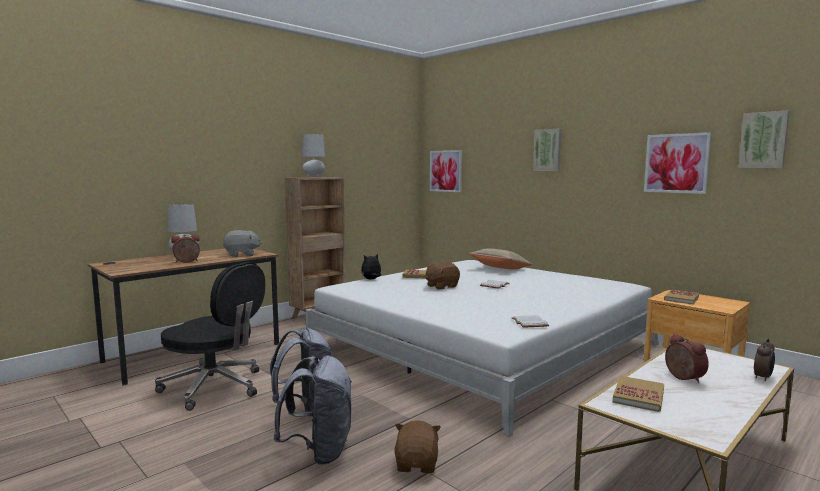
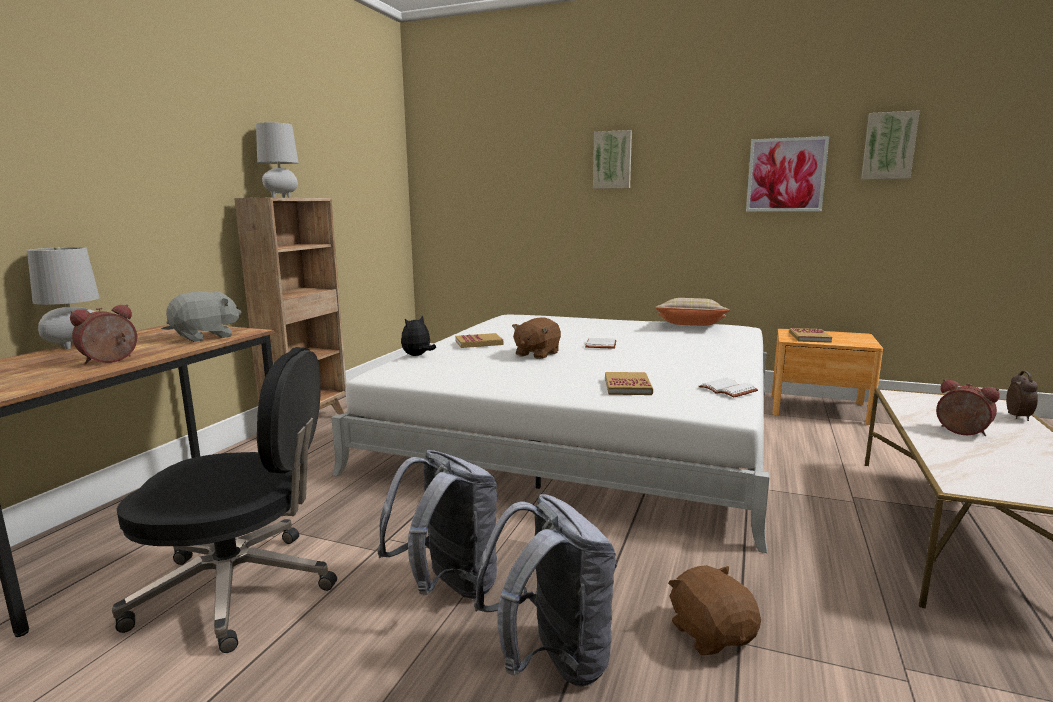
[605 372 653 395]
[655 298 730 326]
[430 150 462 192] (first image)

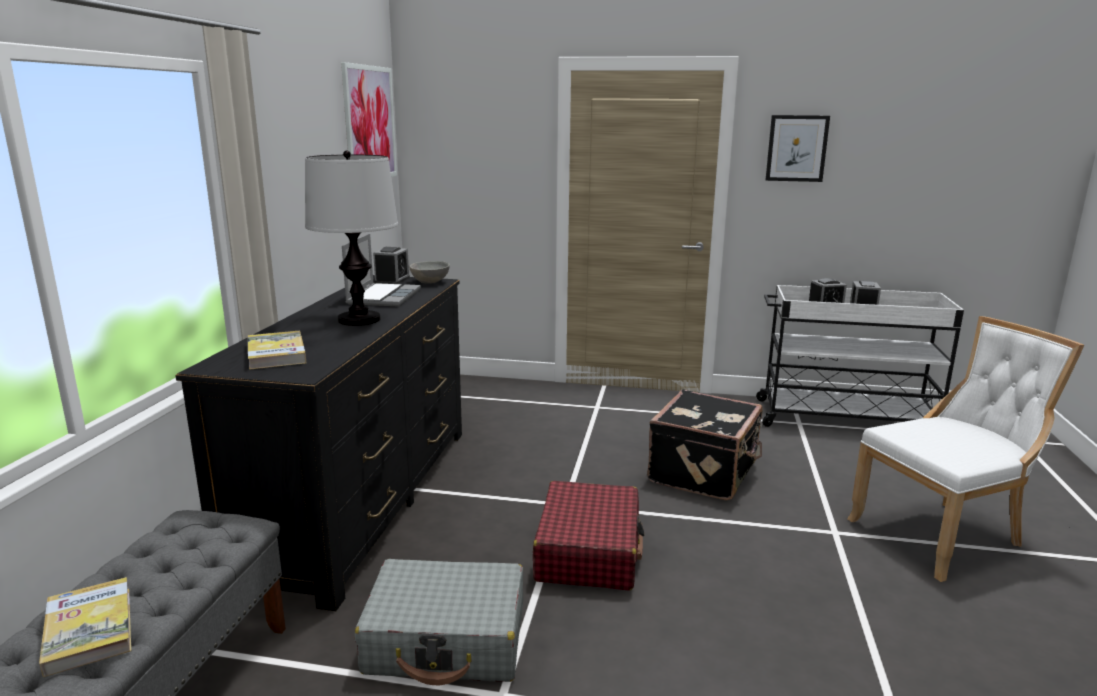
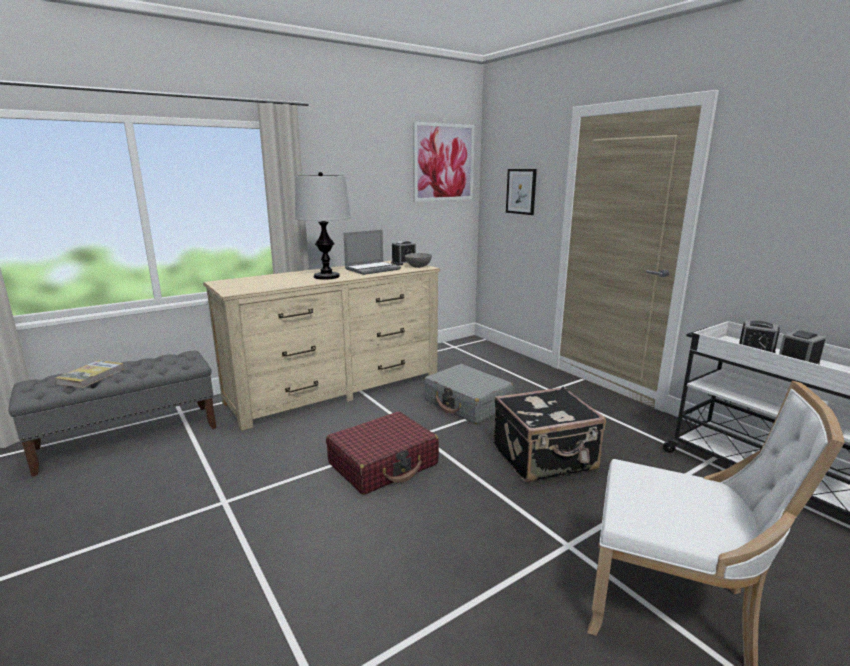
[203 260 440 431]
[424 364 513 424]
[506 169 537 215]
[248 331 306 370] (first image)

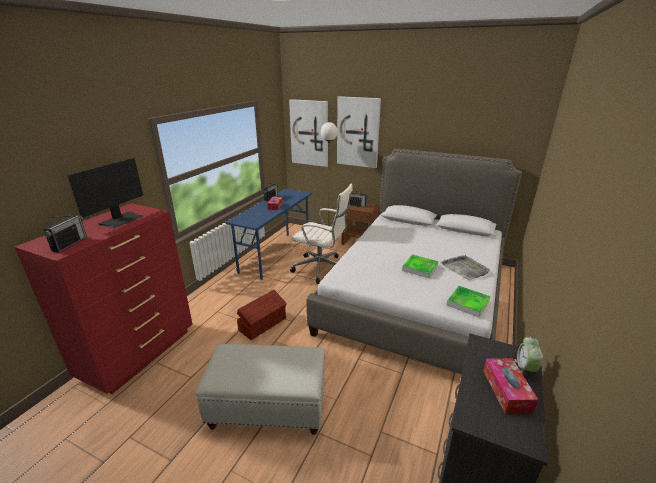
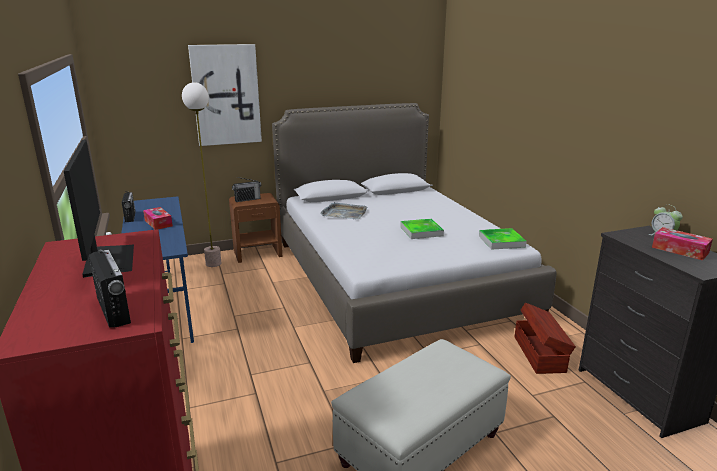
[320 202 368 219]
[515 302 576 374]
[289 99 328 167] (first image)
[290 184 353 284] (first image)

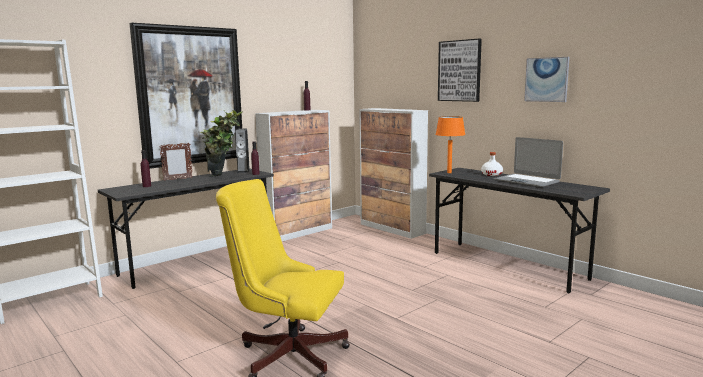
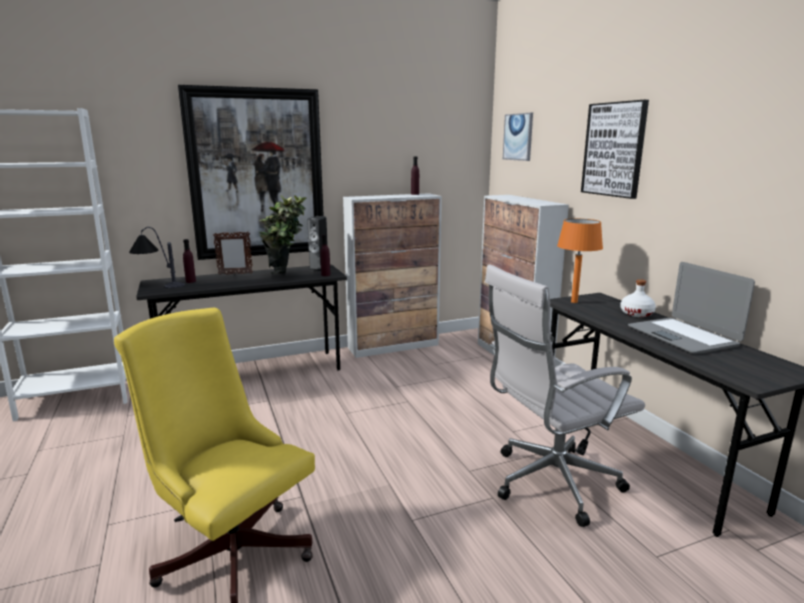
[129 227 185 288]
[485 265 645 527]
[503 113 533 161]

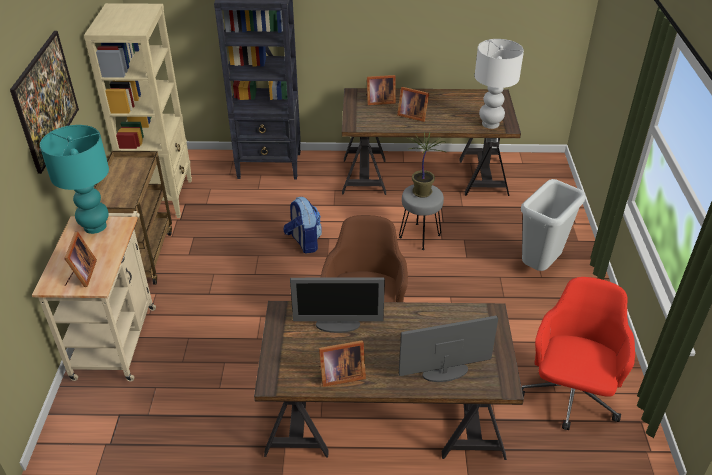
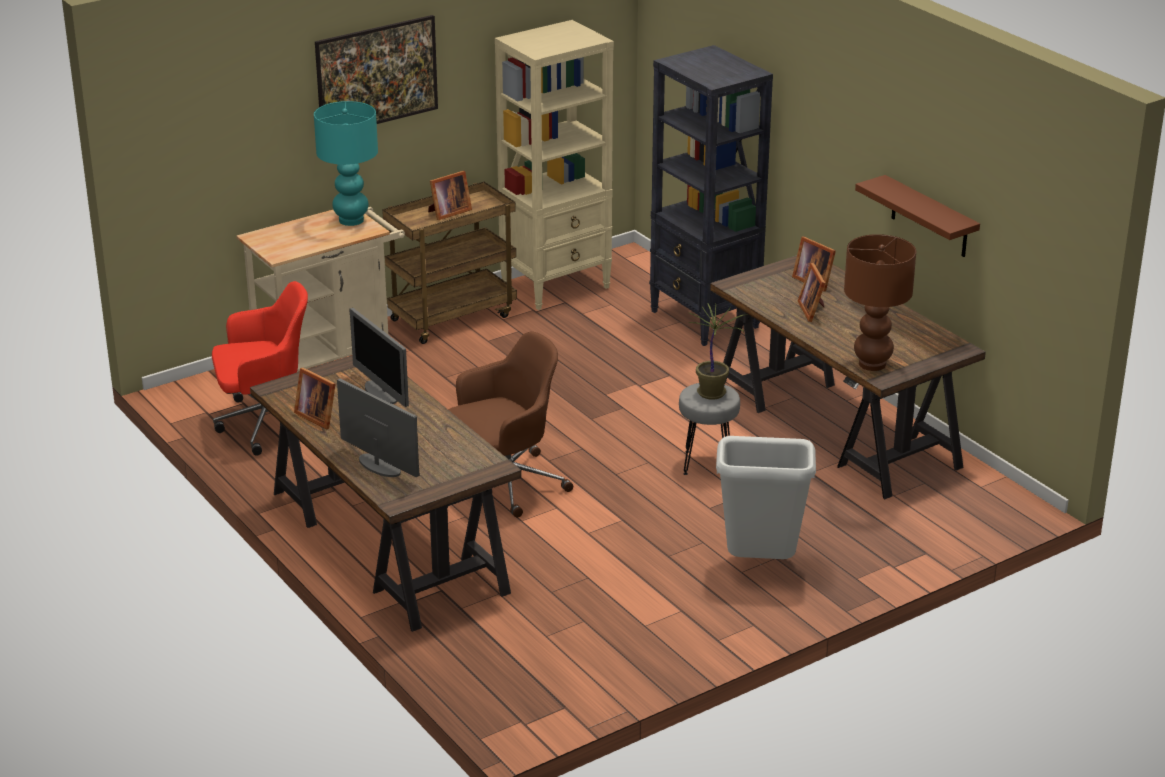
[212 281 308 456]
[428 171 472 220]
[844 234 916 371]
[855 175 980 257]
[283 197 322 253] (first image)

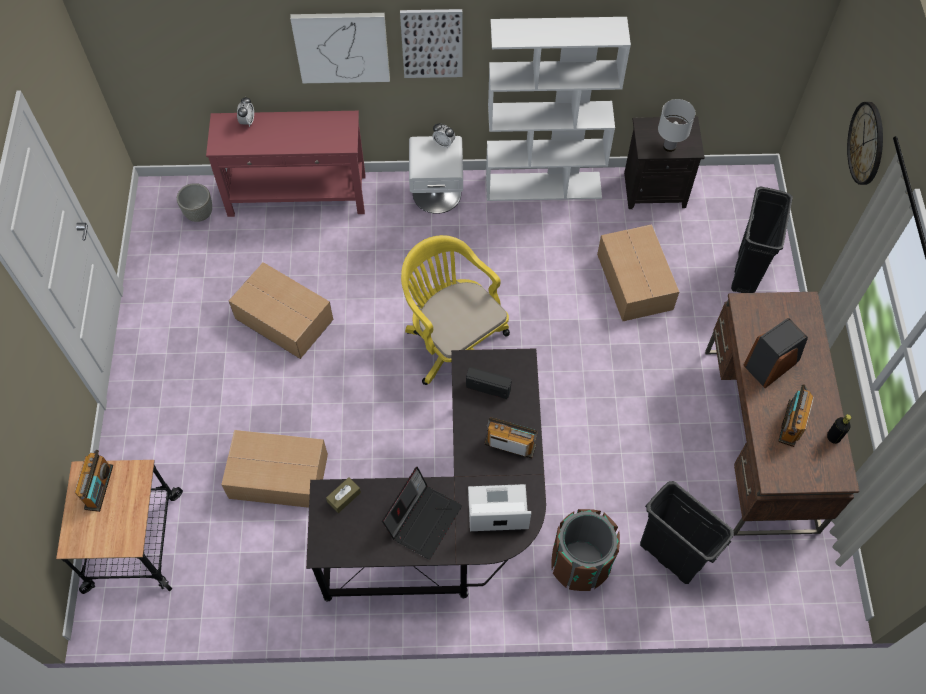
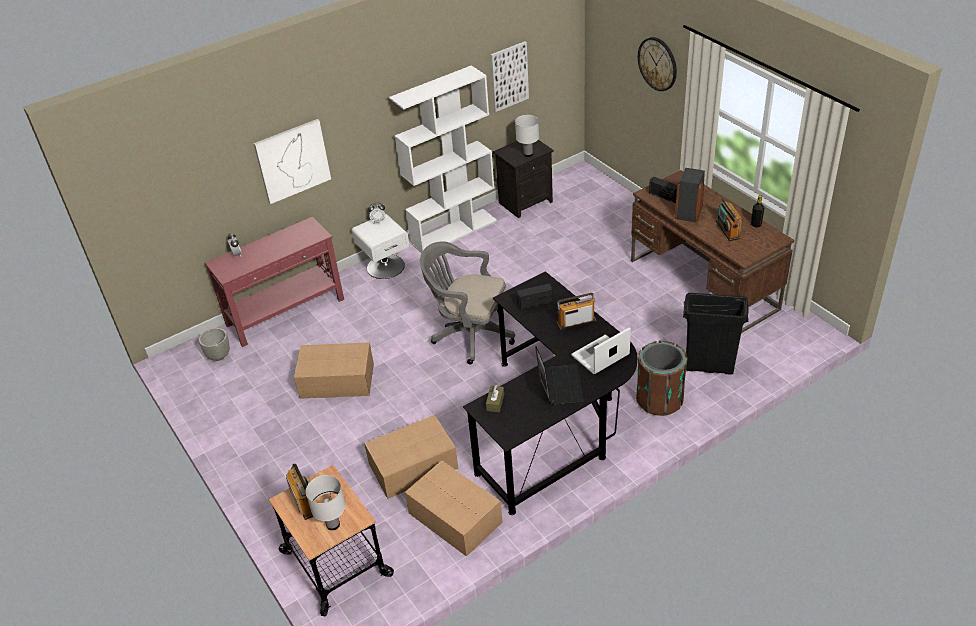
[306 475 346 530]
[405 460 503 557]
[420 241 515 365]
[491 41 529 112]
[649 177 677 203]
[731 187 793 293] (first image)

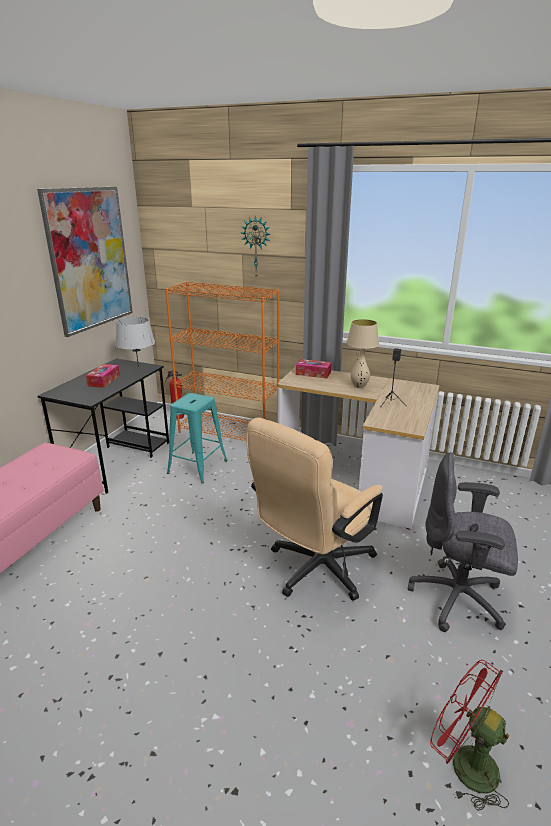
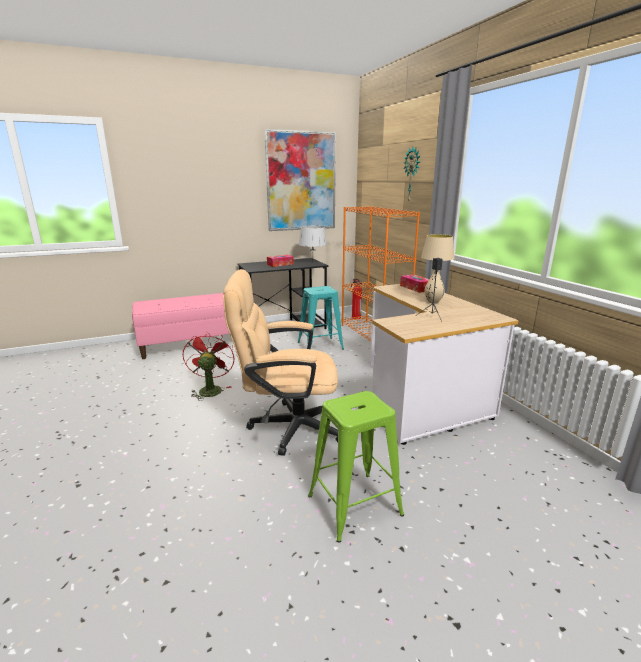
[183 331 235 401]
[308 391 404 542]

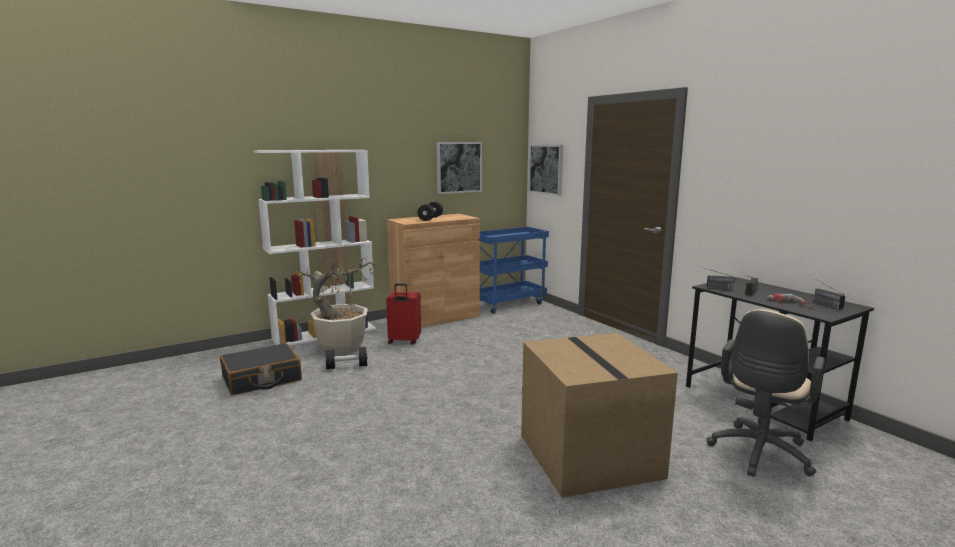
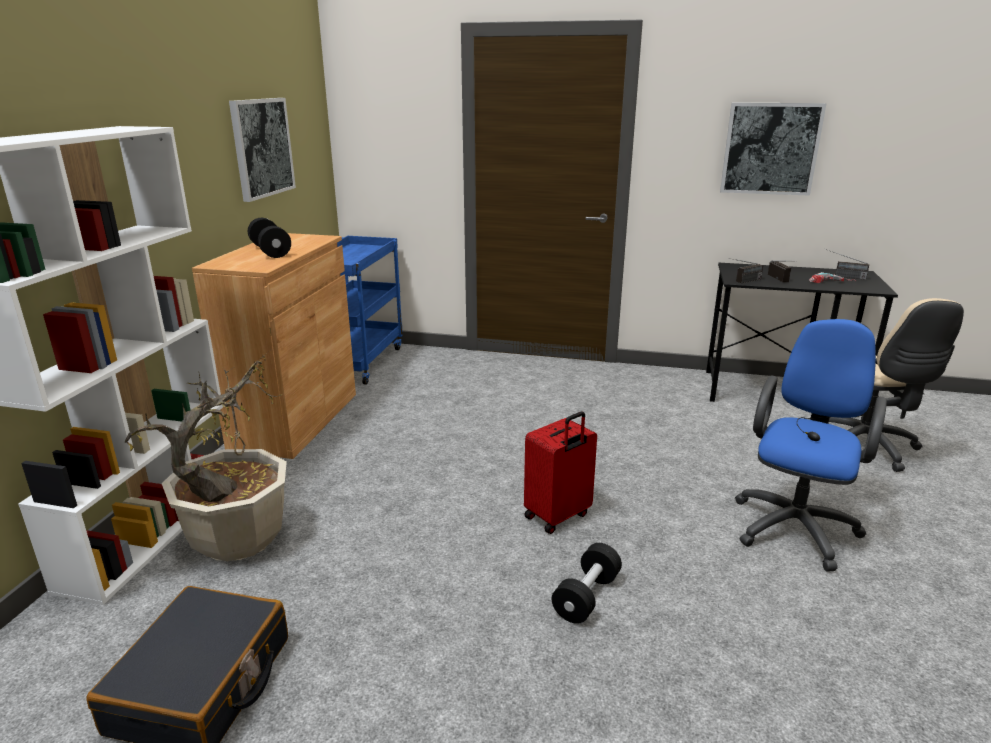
[524 411 597 534]
[552 543 622 624]
[720 102 826 196]
[735 319 887 572]

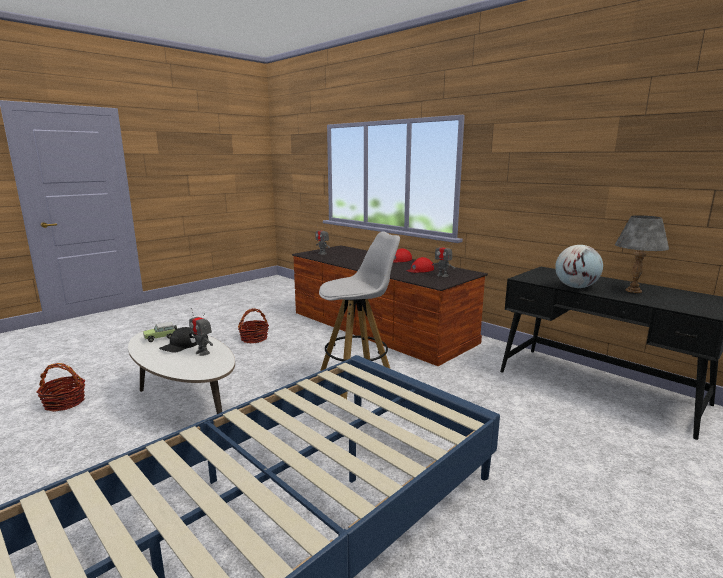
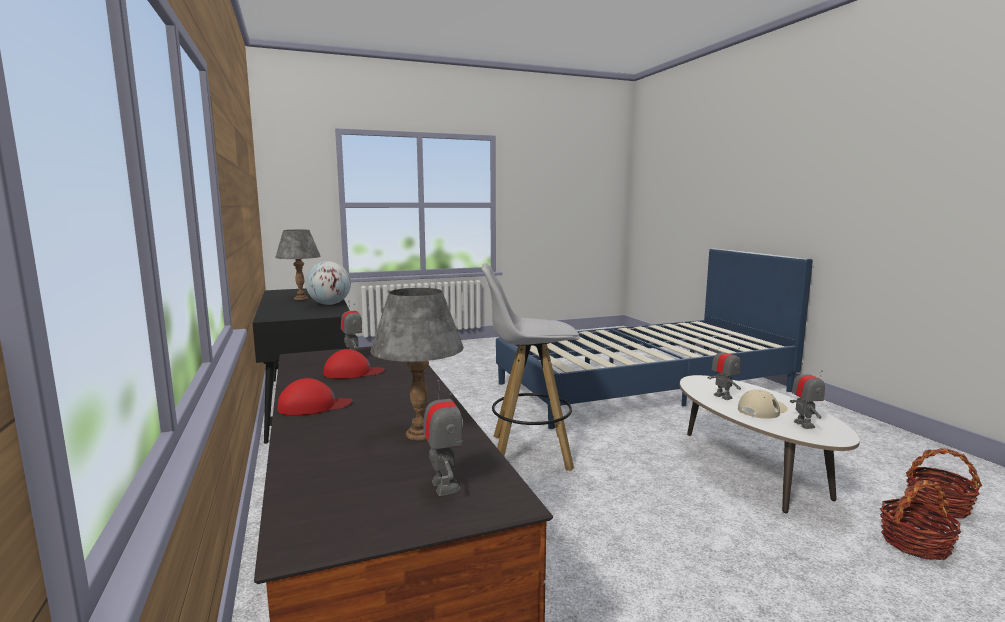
[370 288 464 440]
[738 389 788 419]
[790 363 825 429]
[880 480 961 560]

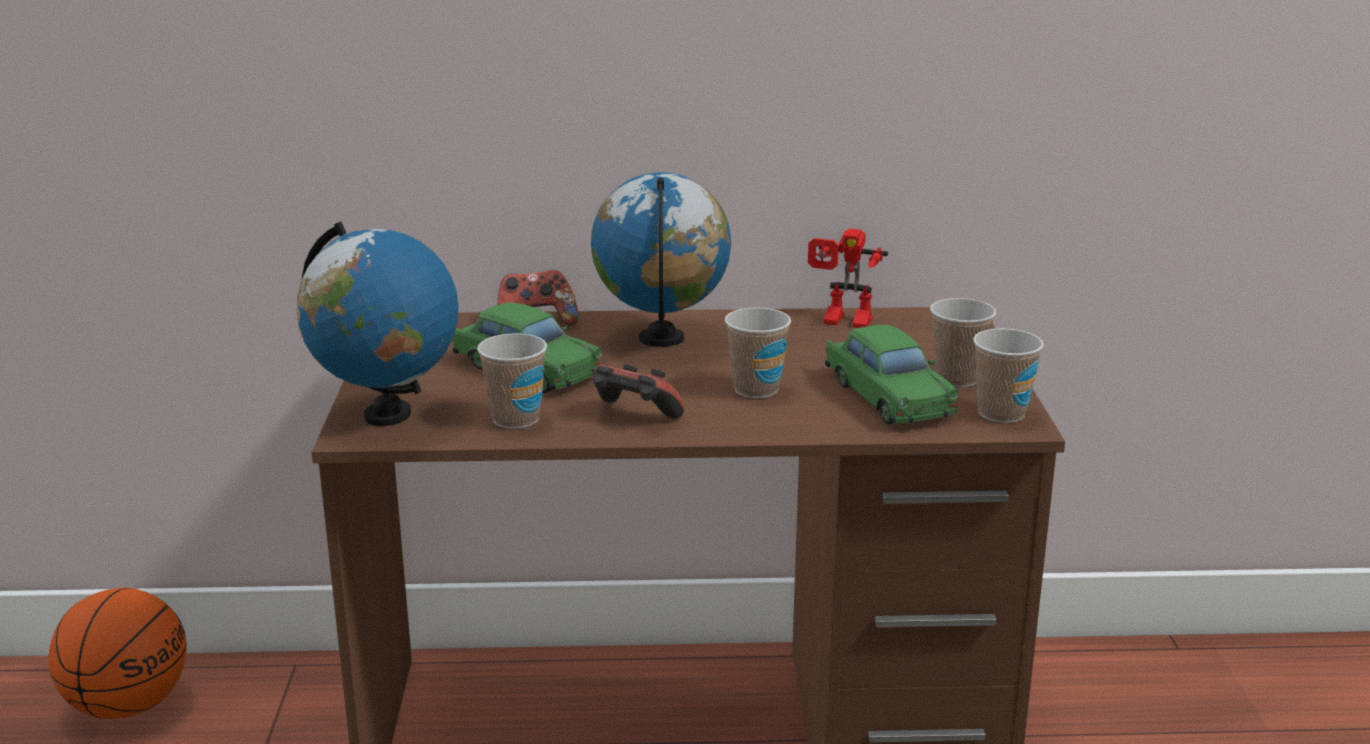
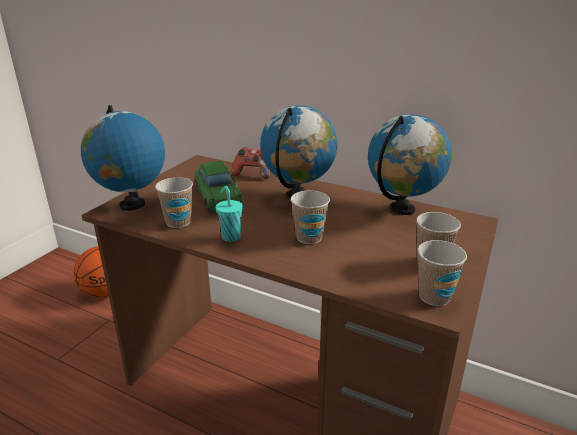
[216 186 243 242]
[368 114 452 215]
[825 325 959 424] (first image)

